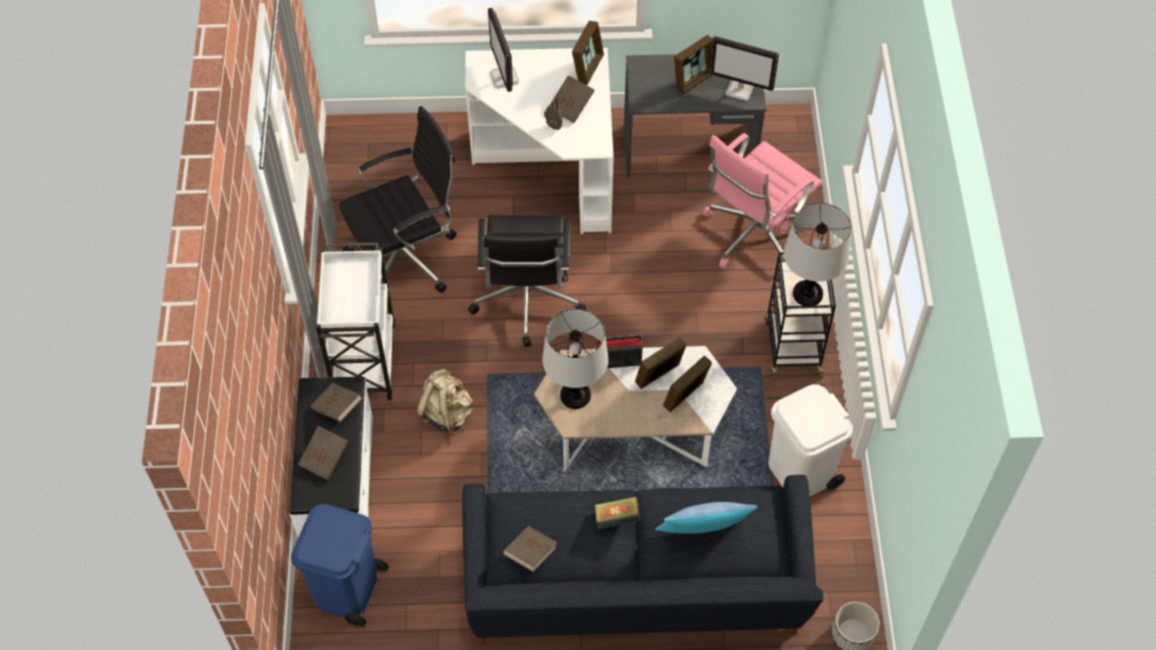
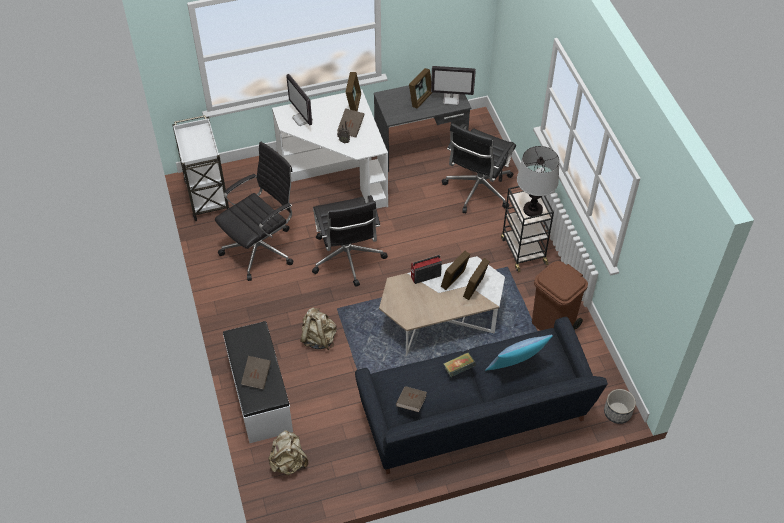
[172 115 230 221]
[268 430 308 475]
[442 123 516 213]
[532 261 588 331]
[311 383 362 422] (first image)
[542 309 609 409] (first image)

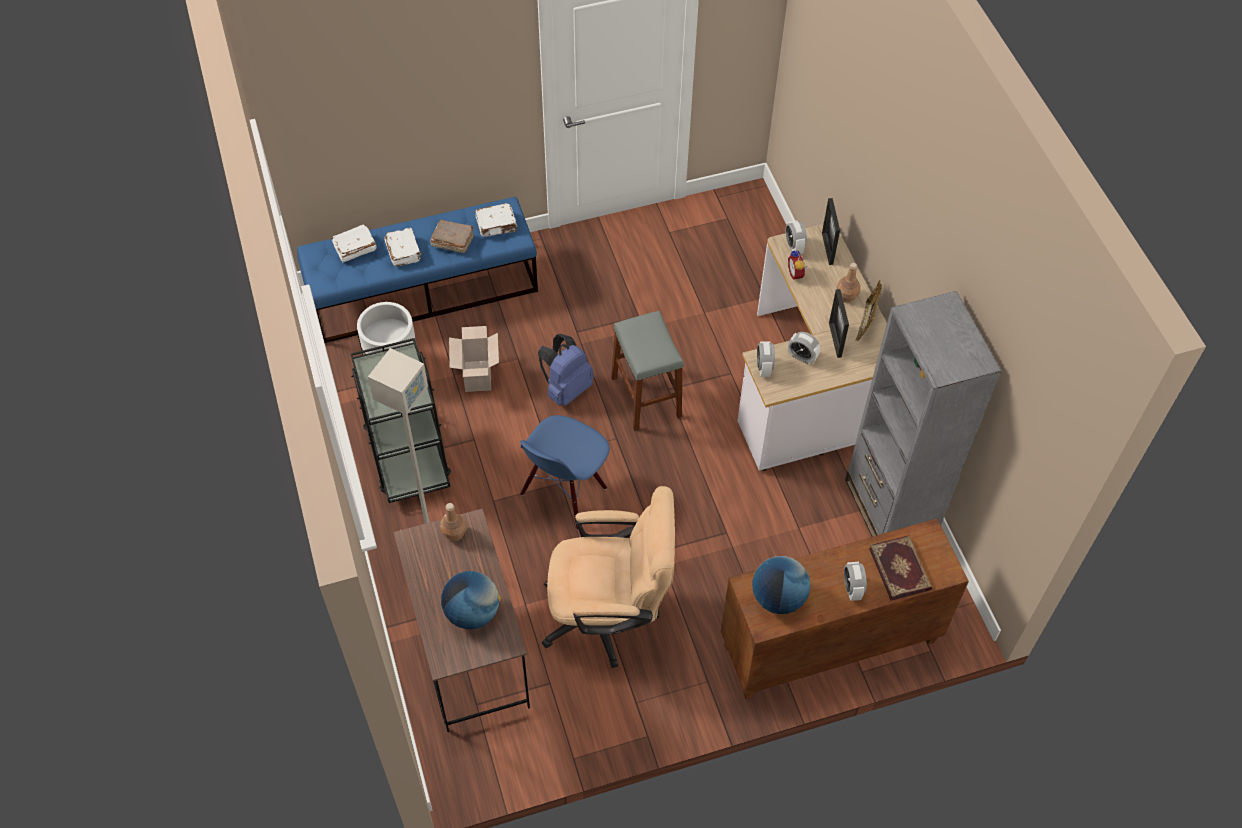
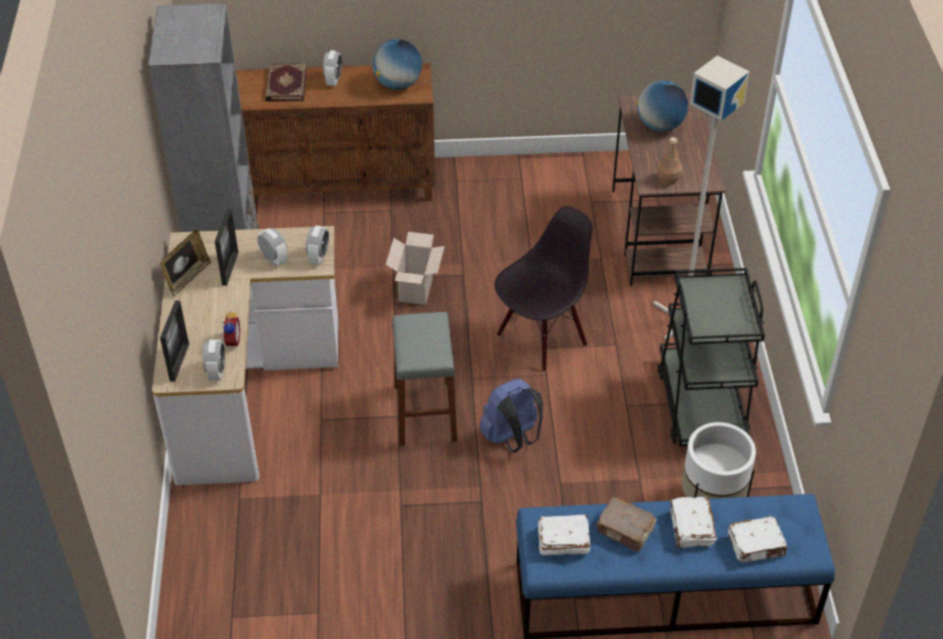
[386 232 445 305]
[495 206 593 372]
[542 486 675 668] (first image)
[837 263 861 303] (first image)

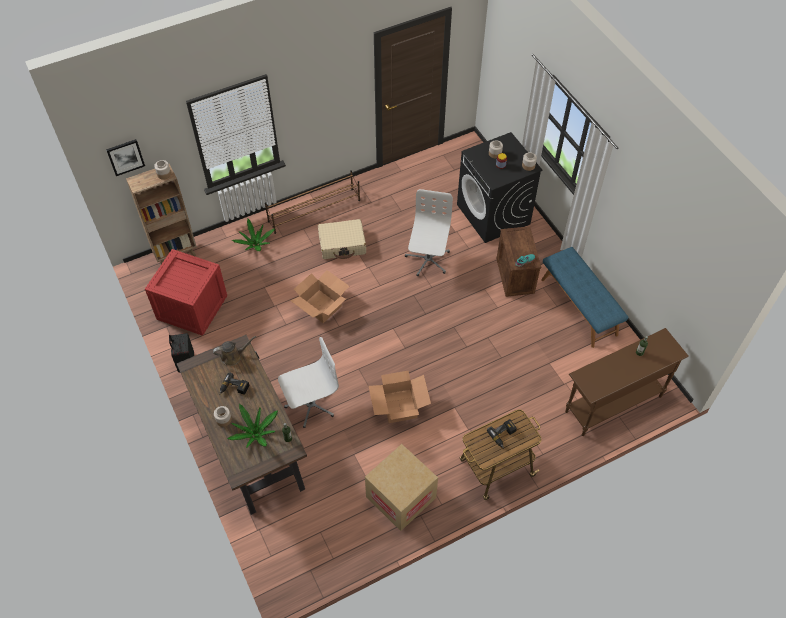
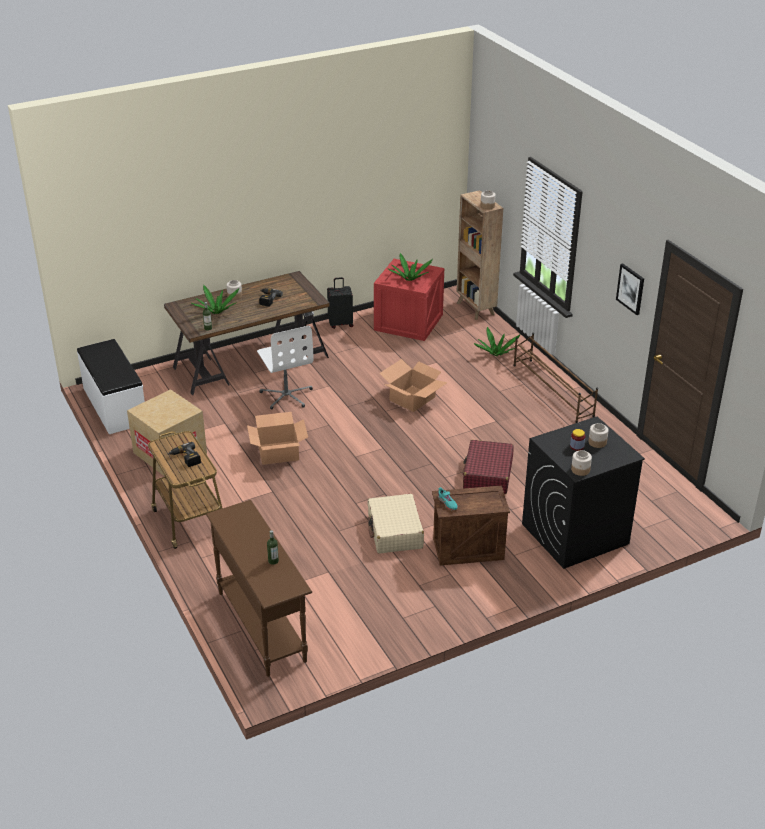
[77 339 145 434]
[368 494 424 554]
[387 253 433 281]
[463 440 514 494]
[616 263 644 315]
[213 336 256 366] (first image)
[541 247 628 348] (first image)

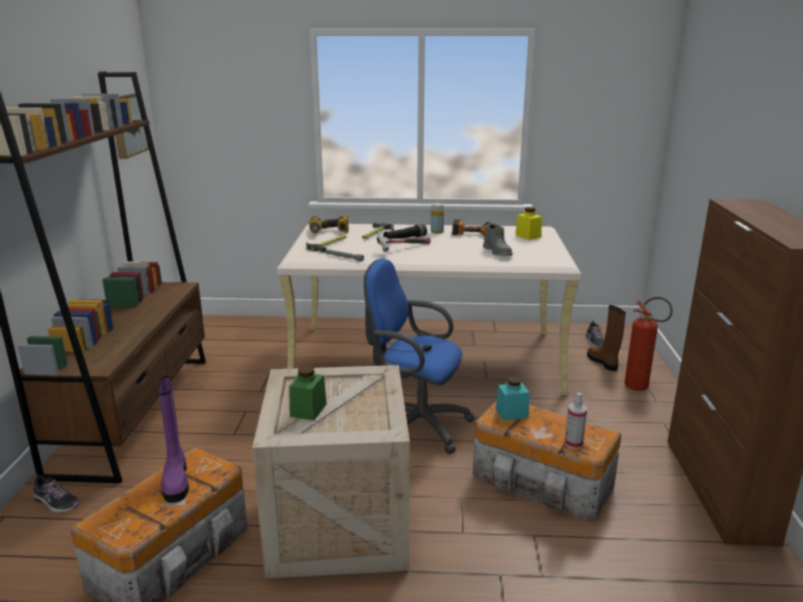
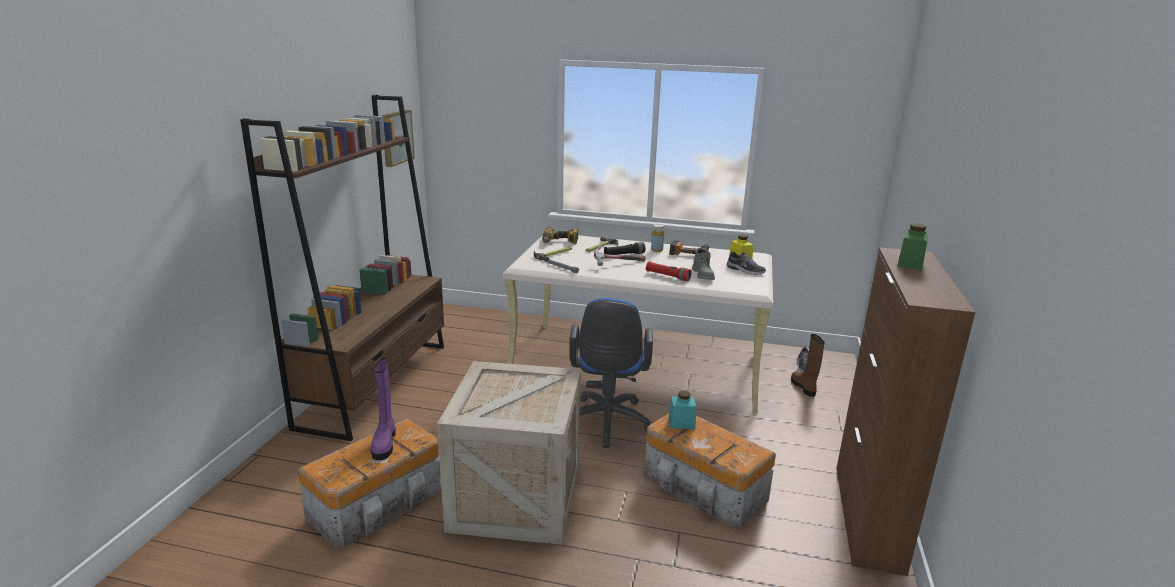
[569 298 653 448]
[646 261 692 281]
[727 250 766 275]
[897 223 928 270]
[565 393 587 449] (first image)
[624 297 673 391] (first image)

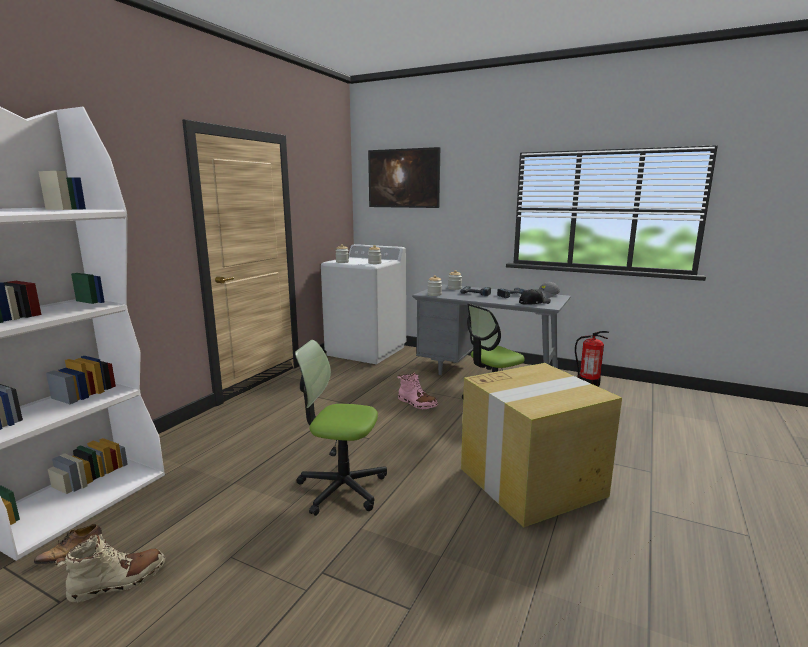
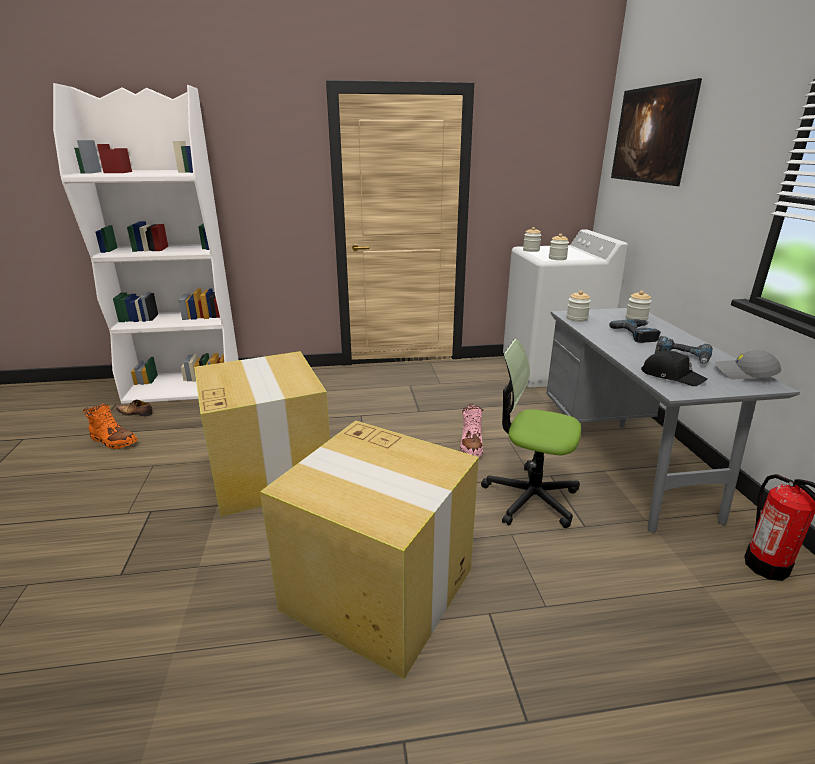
[83 404 138 449]
[194 351 330 517]

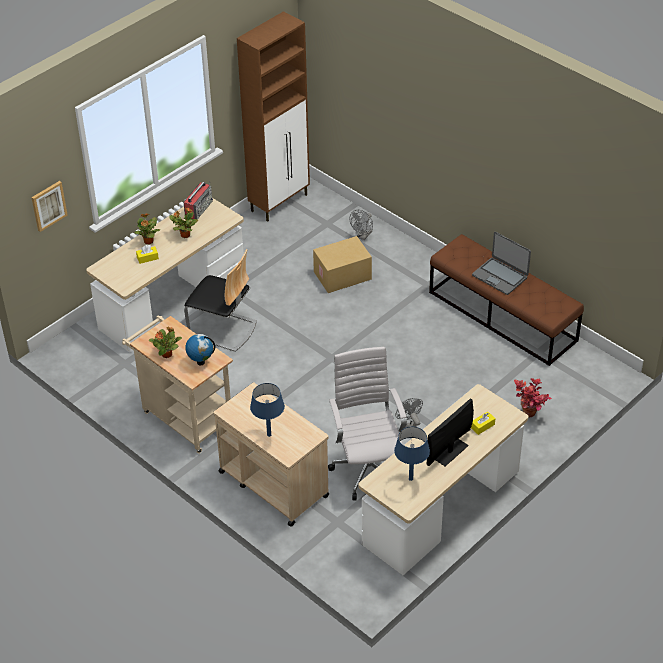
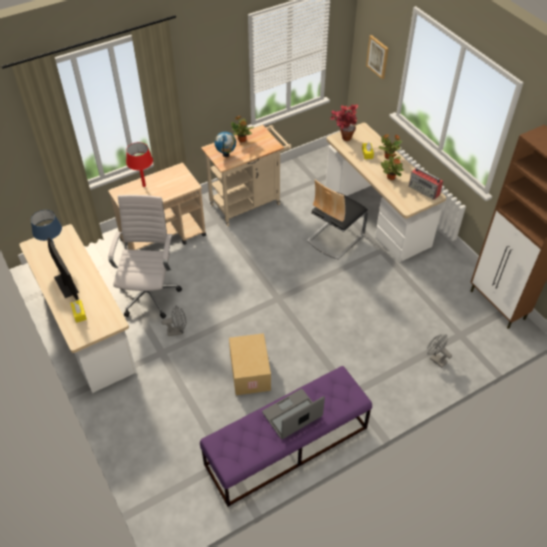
[108 195 182 318]
[126 142 153 187]
[200 366 372 507]
[229 333 271 395]
[330 105 358 141]

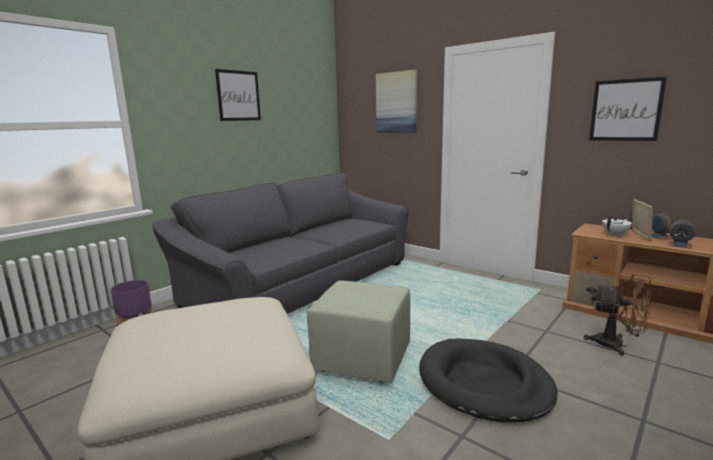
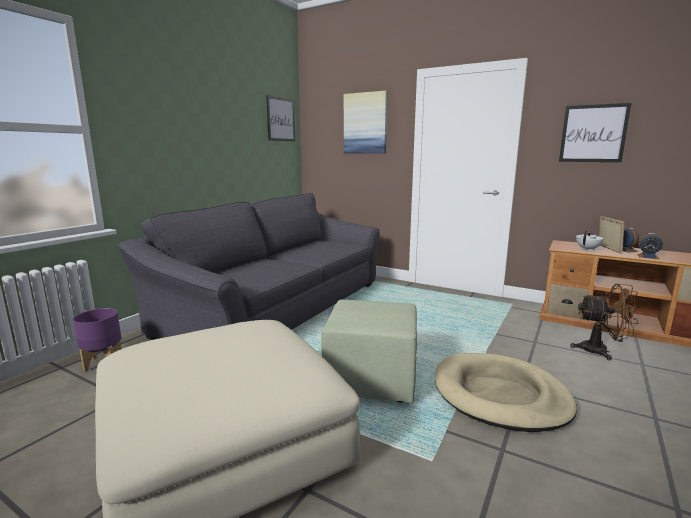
[266 95 295 142]
[435 353 577 432]

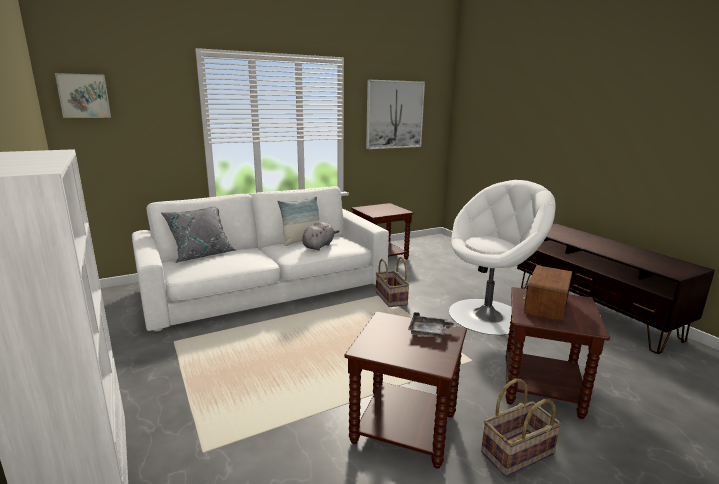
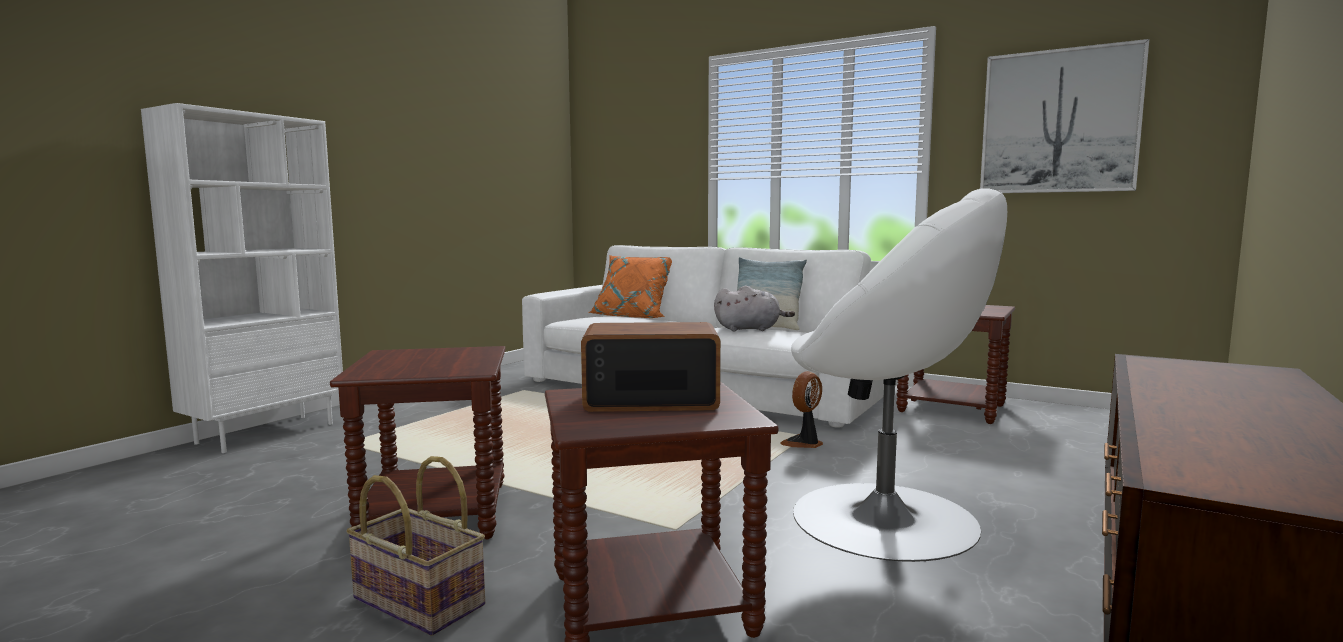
[588 255 672 318]
[780 371 823 448]
[55 73 111 118] (first image)
[408 312 457 338] (first image)

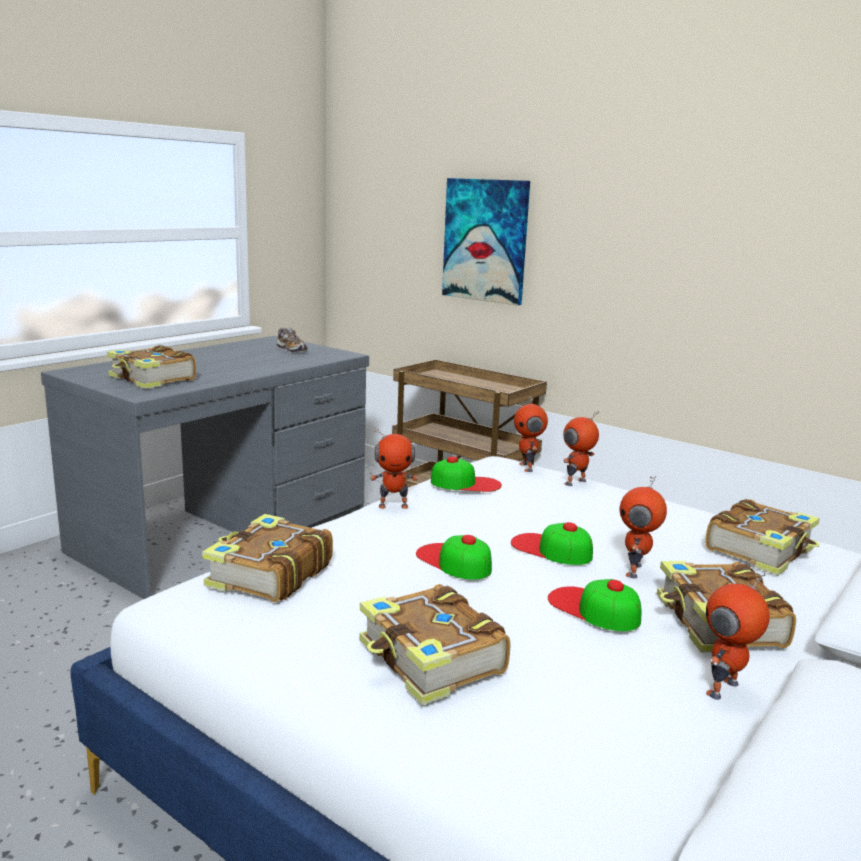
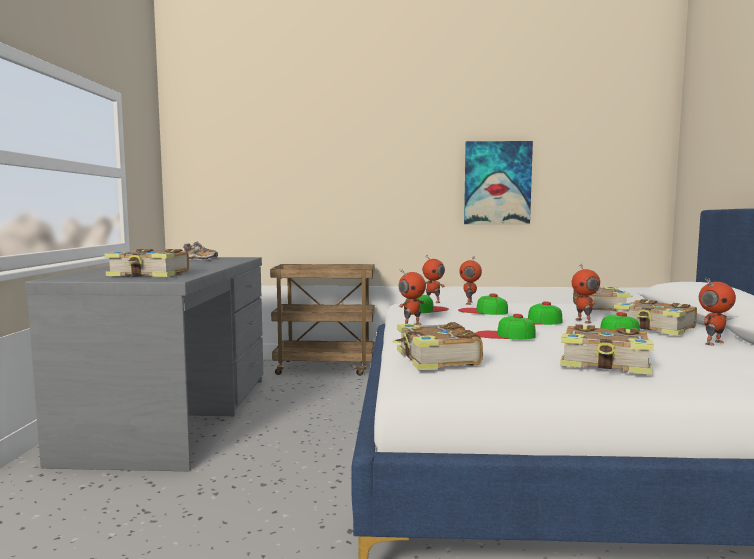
[458 293 508 315]
[464 141 533 224]
[699 278 736 346]

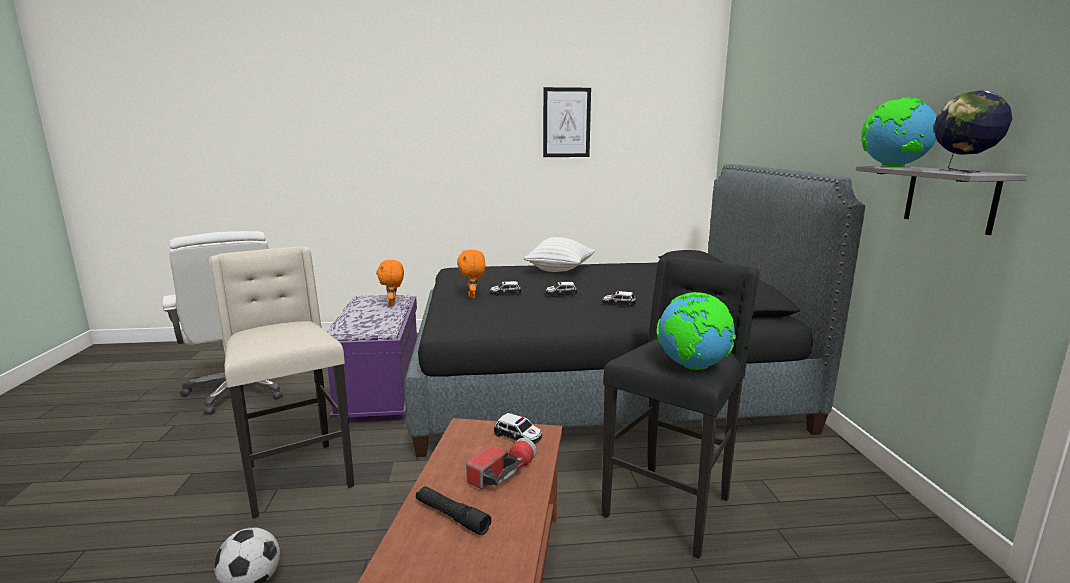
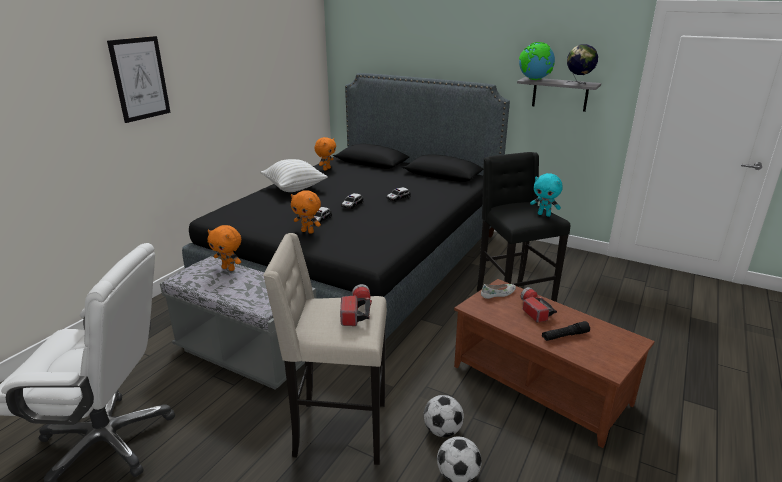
[107 36 171 123]
[160 256 317 389]
[314 137 336 171]
[340 284 372 326]
[424 395 464 437]
[481 284 516 299]
[530 173 563 217]

